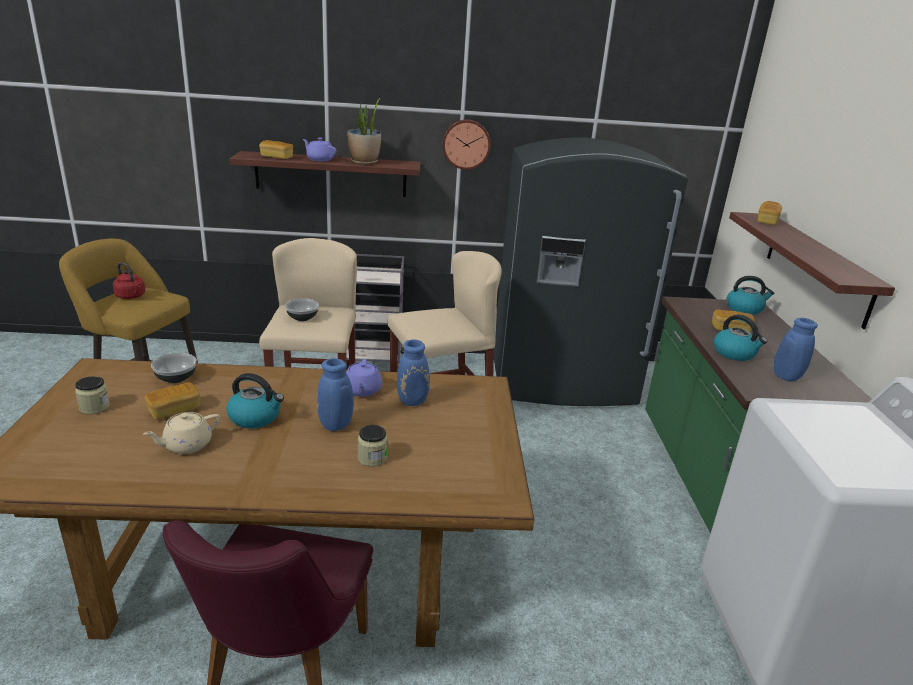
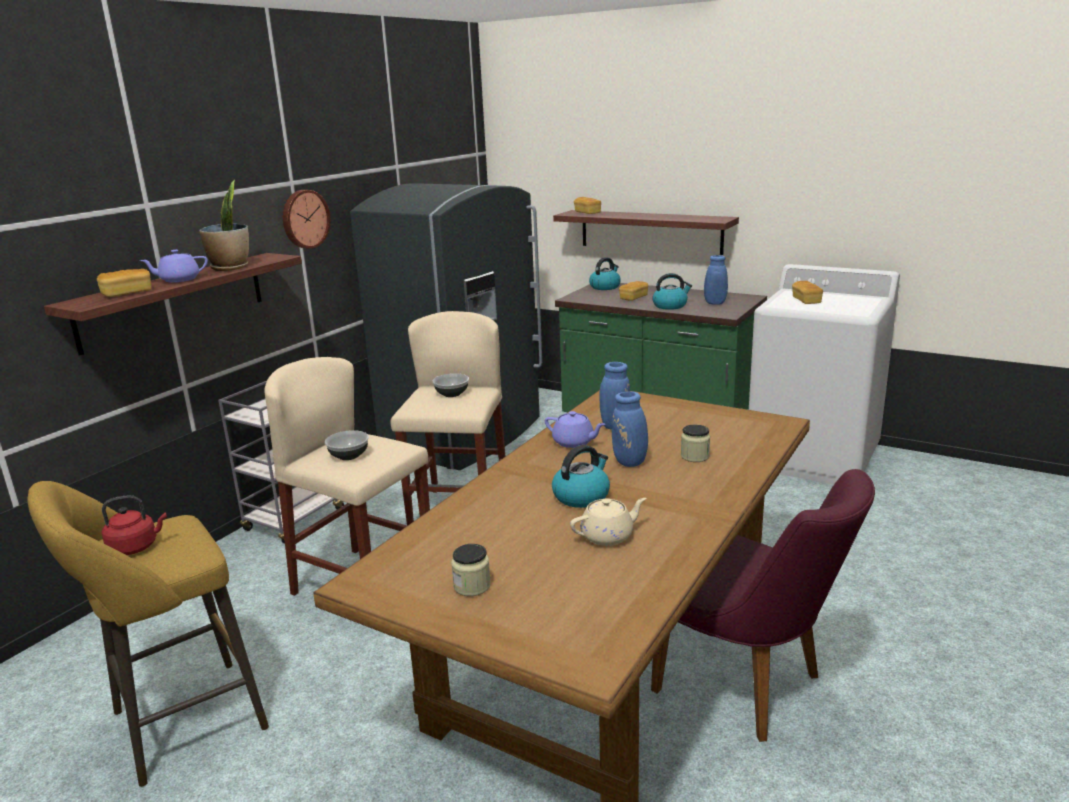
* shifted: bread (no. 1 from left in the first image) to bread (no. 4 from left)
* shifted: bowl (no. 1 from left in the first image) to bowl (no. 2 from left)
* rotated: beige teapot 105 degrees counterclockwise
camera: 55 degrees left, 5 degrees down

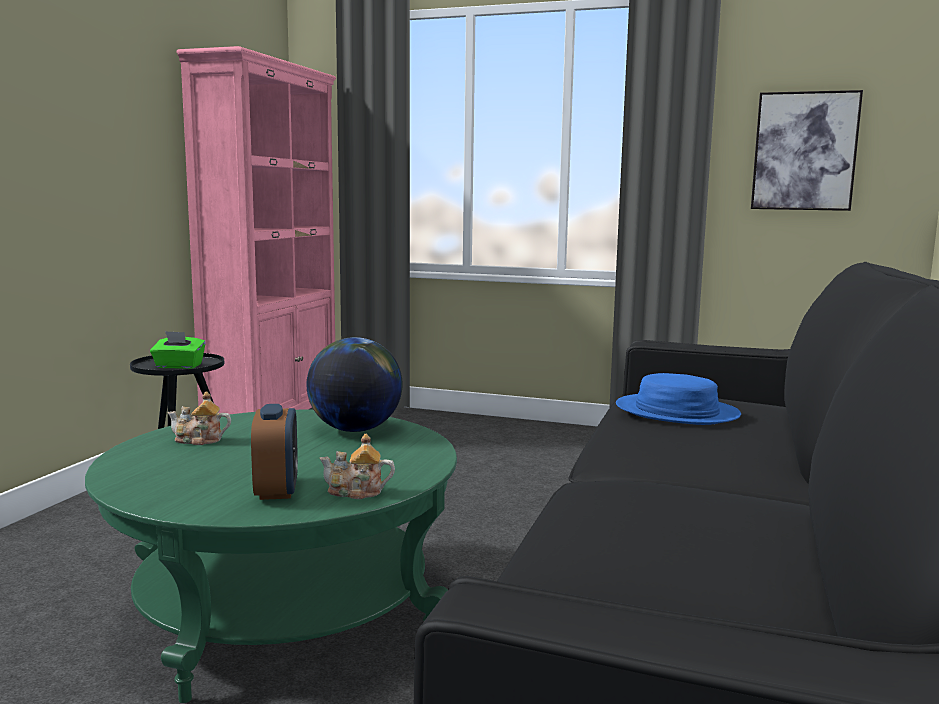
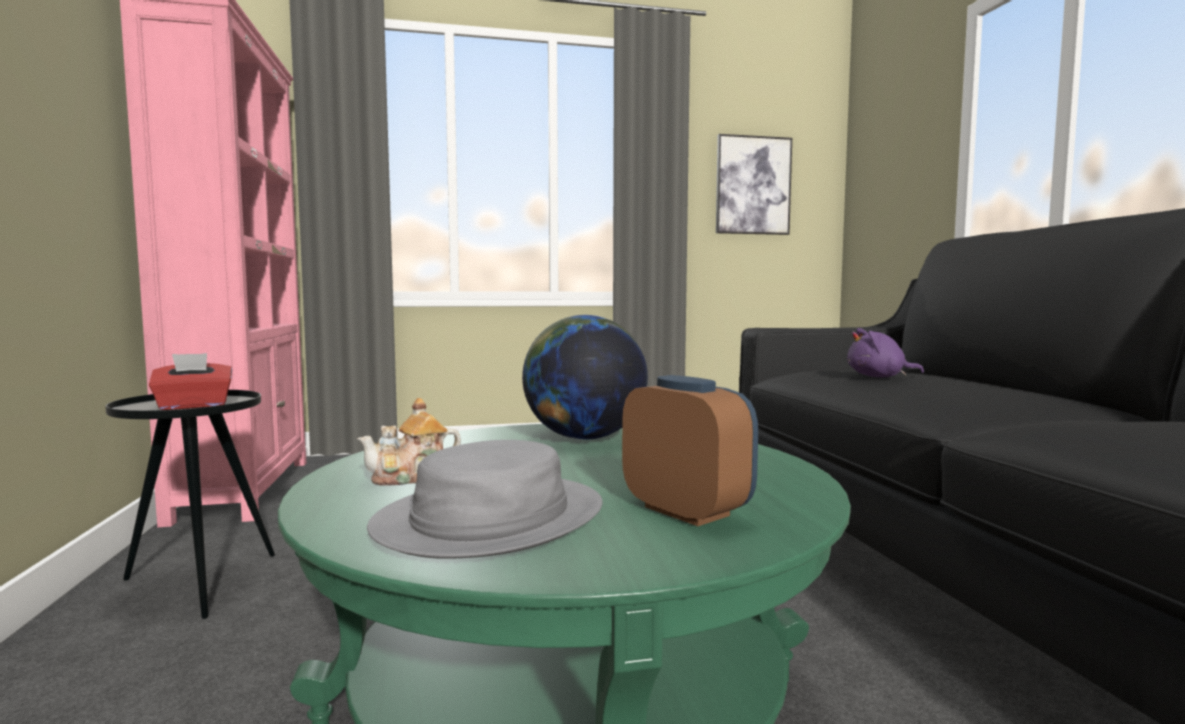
* gone: teapot (no. 2 from left)
* new: grey hat
* swapped: blue hat to purple plush toy
* repainted: green tissue box to red tissue box
camera: 30 degrees left, 5 degrees down

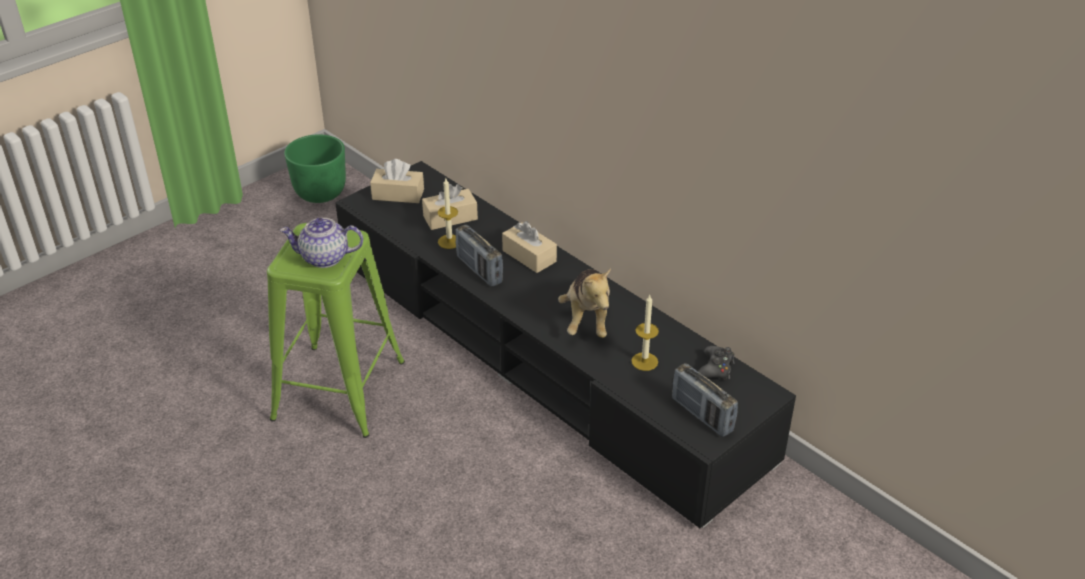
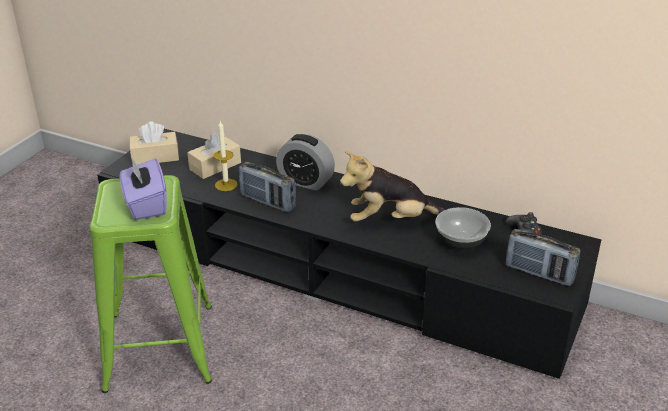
* gone: green planter
* swapped: teapot to purple tissue box
* swapped: beige tissue box (no. 3 from left) to alarm clock
* swapped: candle (no. 2 from left) to bowl
* rotated: plush toy 105 degrees clockwise
camera: 20 degrees left, 5 degrees down

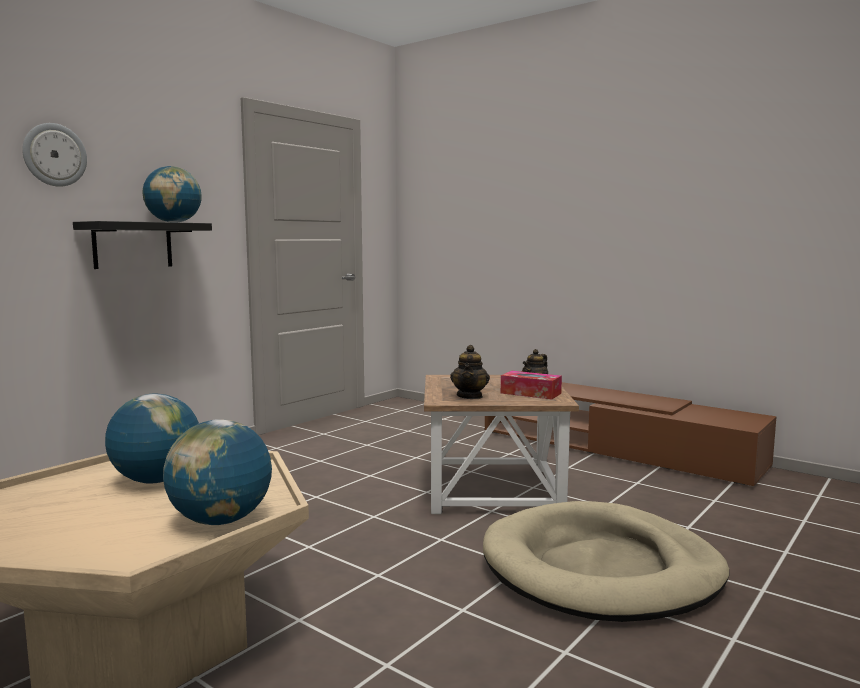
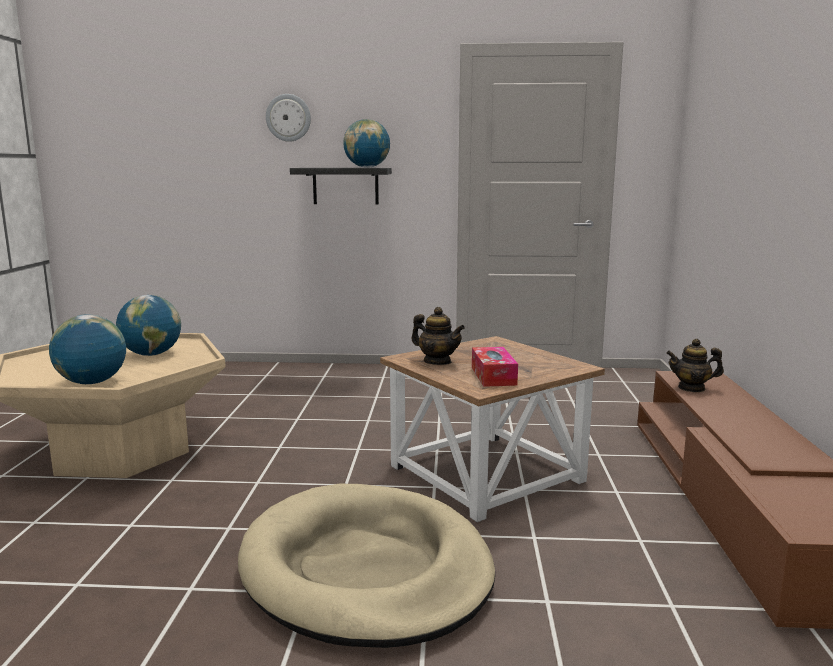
* rotated: teapot (no. 1 from left) 120 degrees counterclockwise
camera: 55 degrees right, 5 degrees up

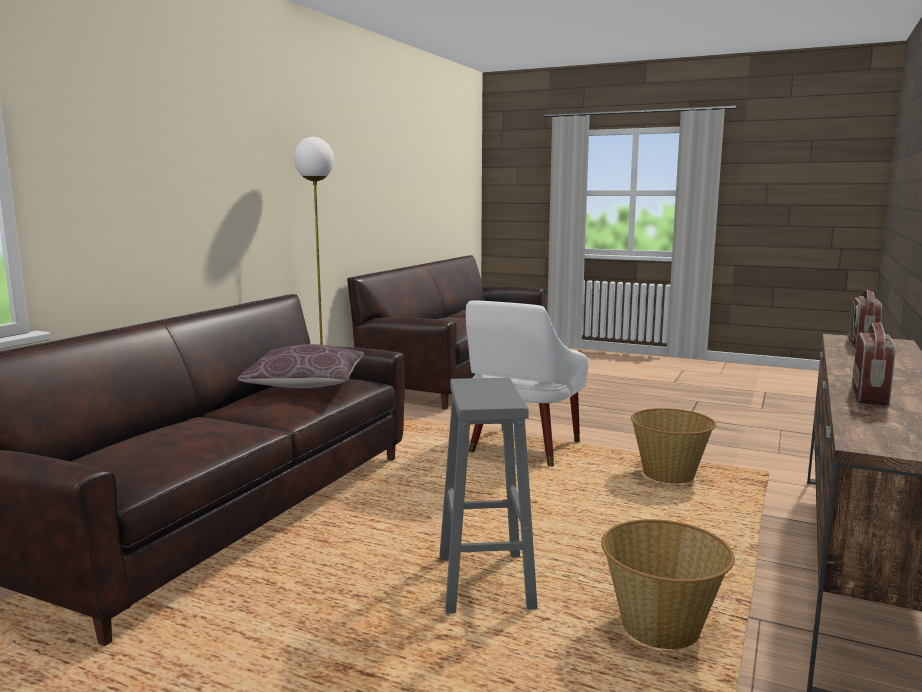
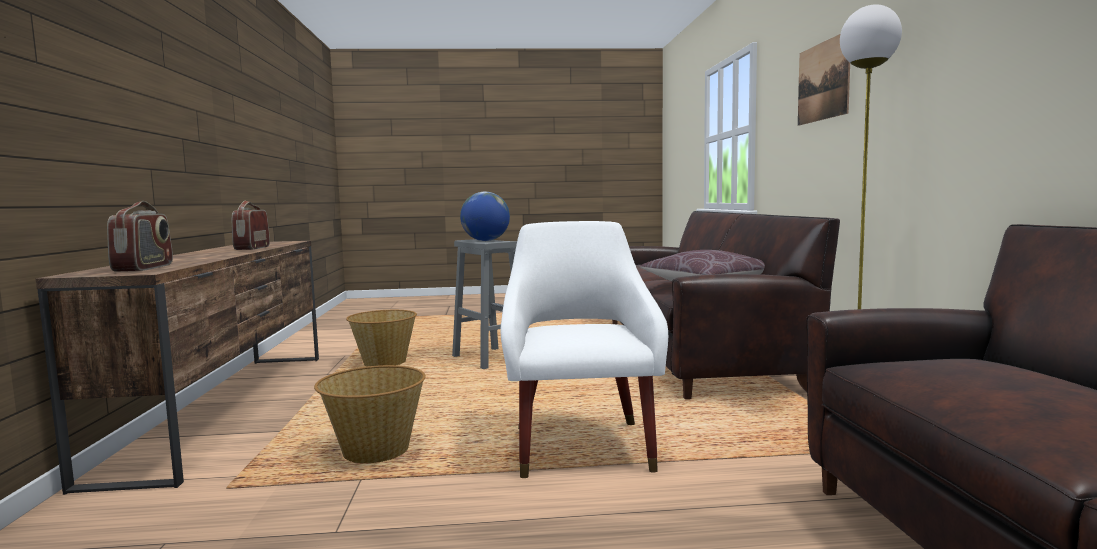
* new: globe
* new: picture
camera: 150 degrees right, 5 degrees down

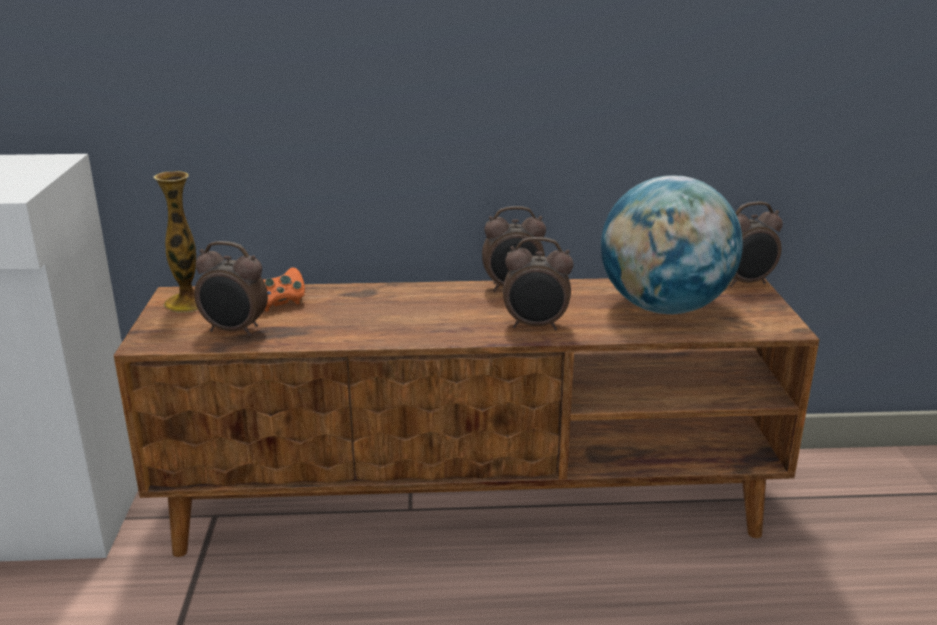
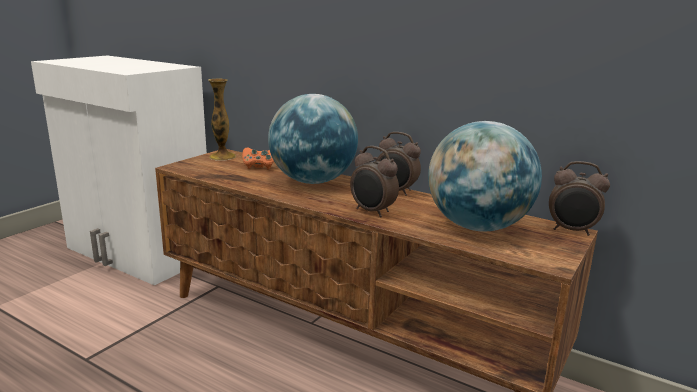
* gone: alarm clock (no. 1 from left)
* new: globe (no. 1 from left)
camera: 35 degrees right, 5 degrees down

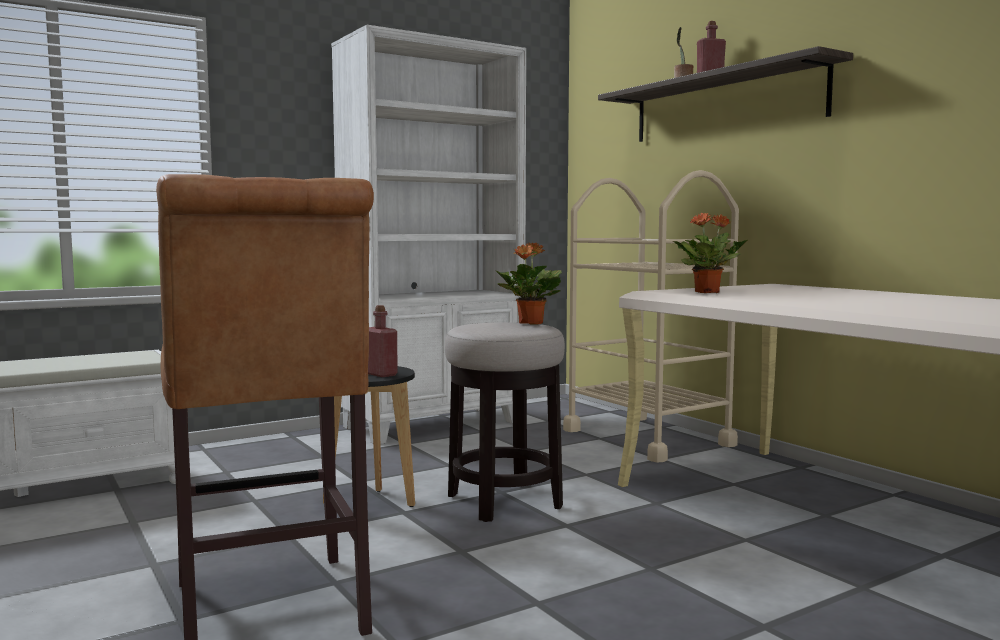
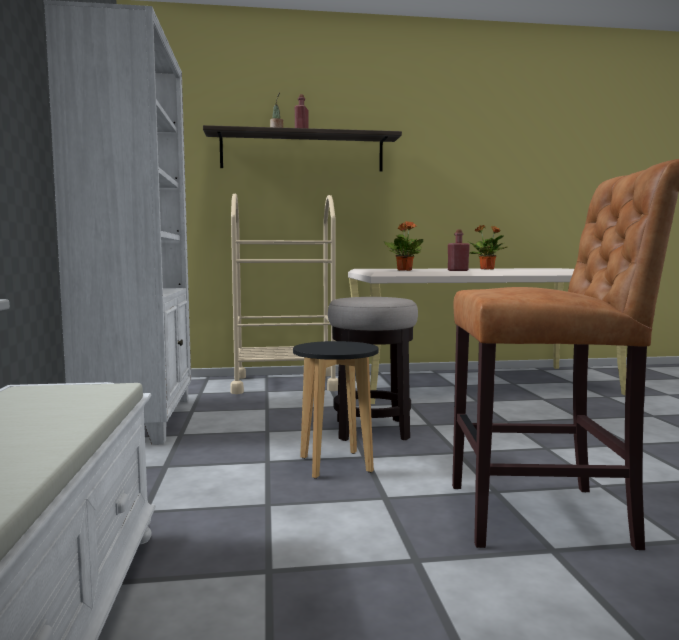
* shifted: red bottle (no. 1 from left in the first image) to red bottle (no. 2 from left)
* shifted: potted plant (no. 1 from left in the first image) to potted plant (no. 3 from left)
camera: 65 degrees left, 0 degrees up

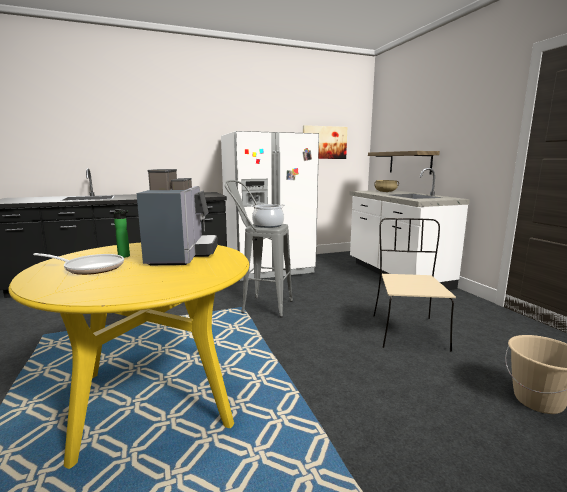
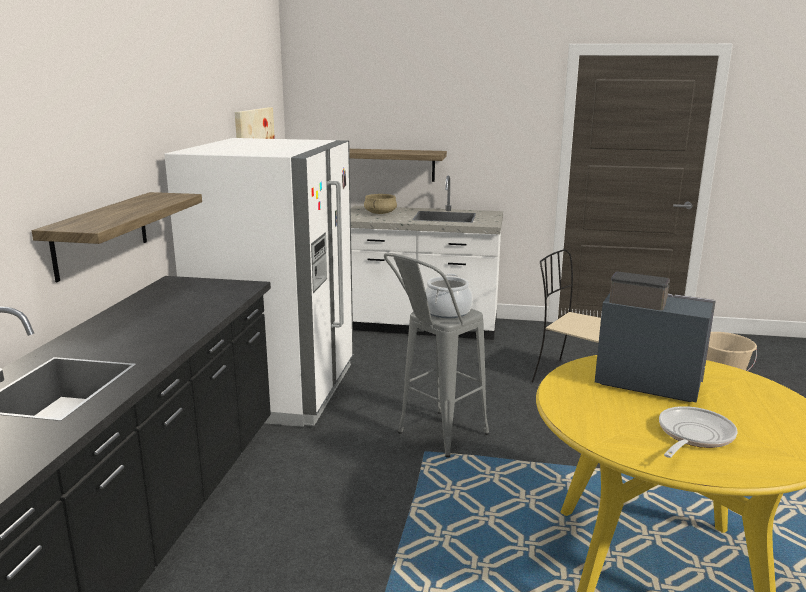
* gone: bottle
* new: shelf (no. 1 from left)
camera: 60 degrees left, 5 degrees up

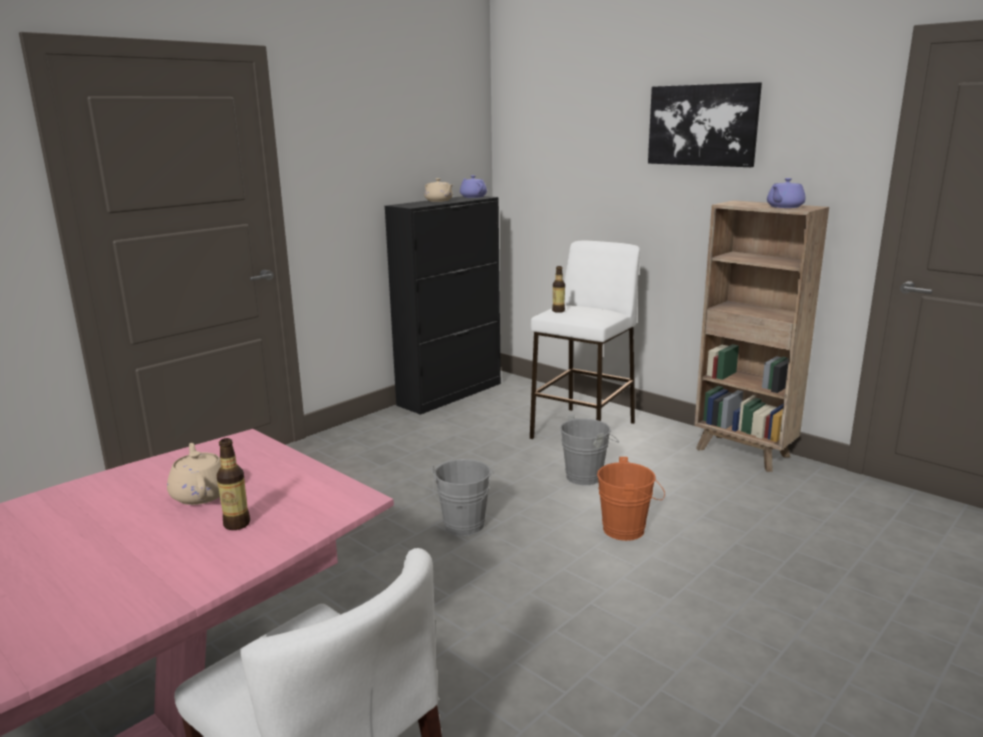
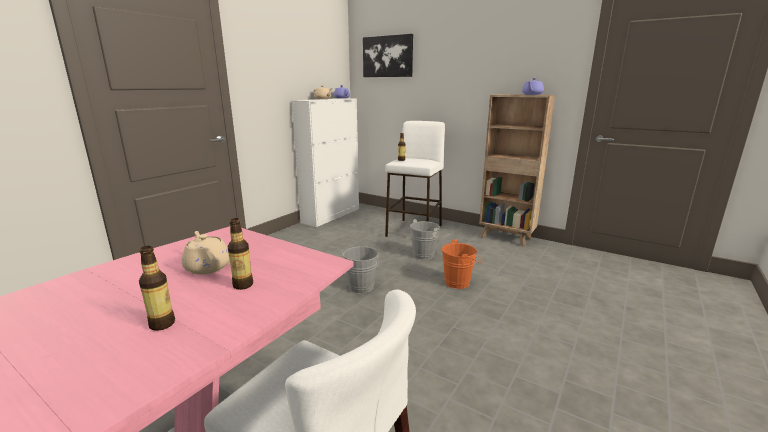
* new: bottle (no. 1 from left)
* shifted: picture
* repainted: black cabinet to white cabinet
camera: 10 degrees left, 0 degrees up

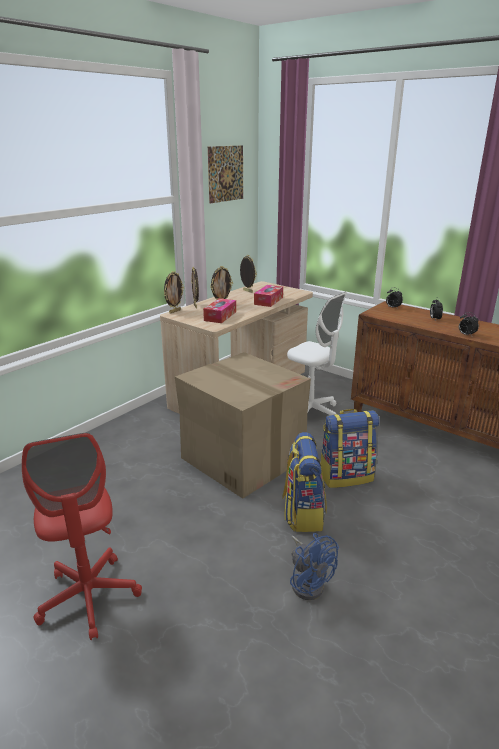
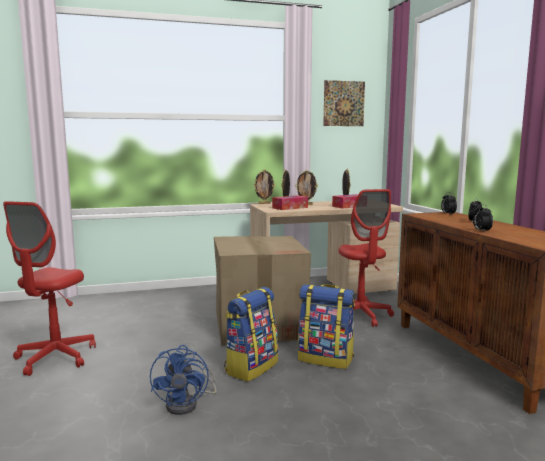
* repainted: white office chair to red office chair (no. 2 from left)
camera: 35 degrees right, 15 degrees down

